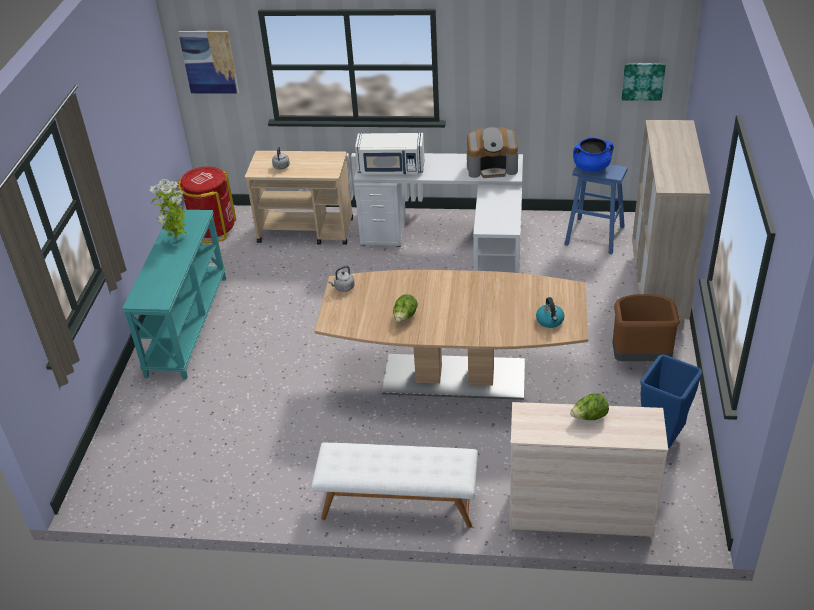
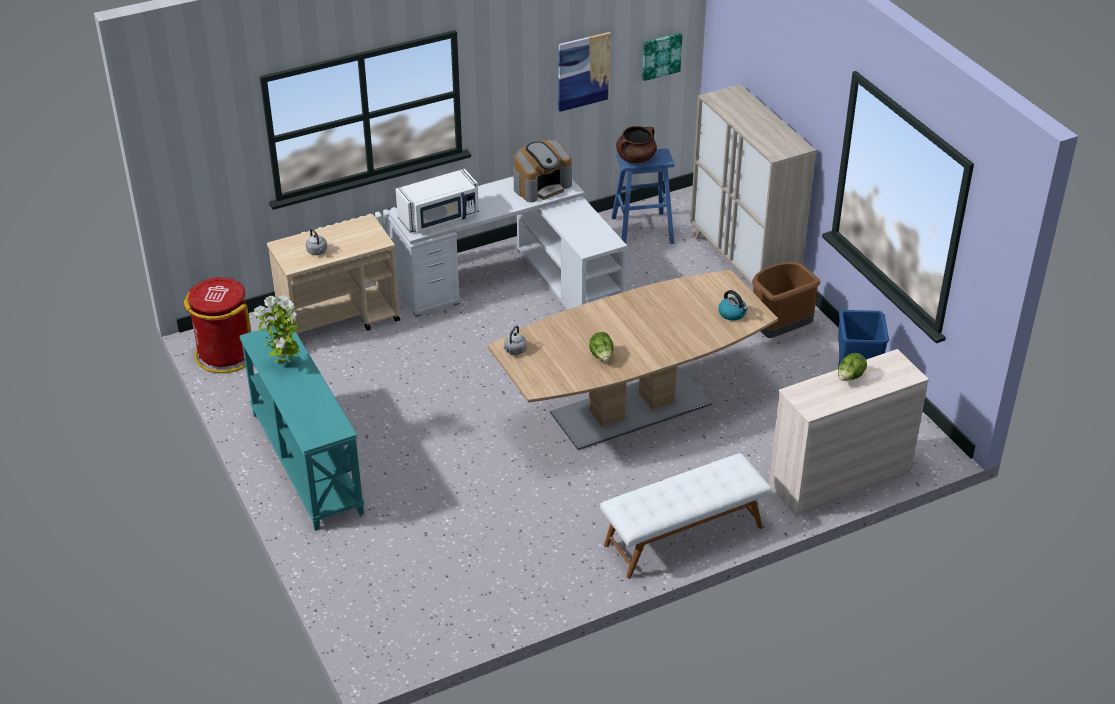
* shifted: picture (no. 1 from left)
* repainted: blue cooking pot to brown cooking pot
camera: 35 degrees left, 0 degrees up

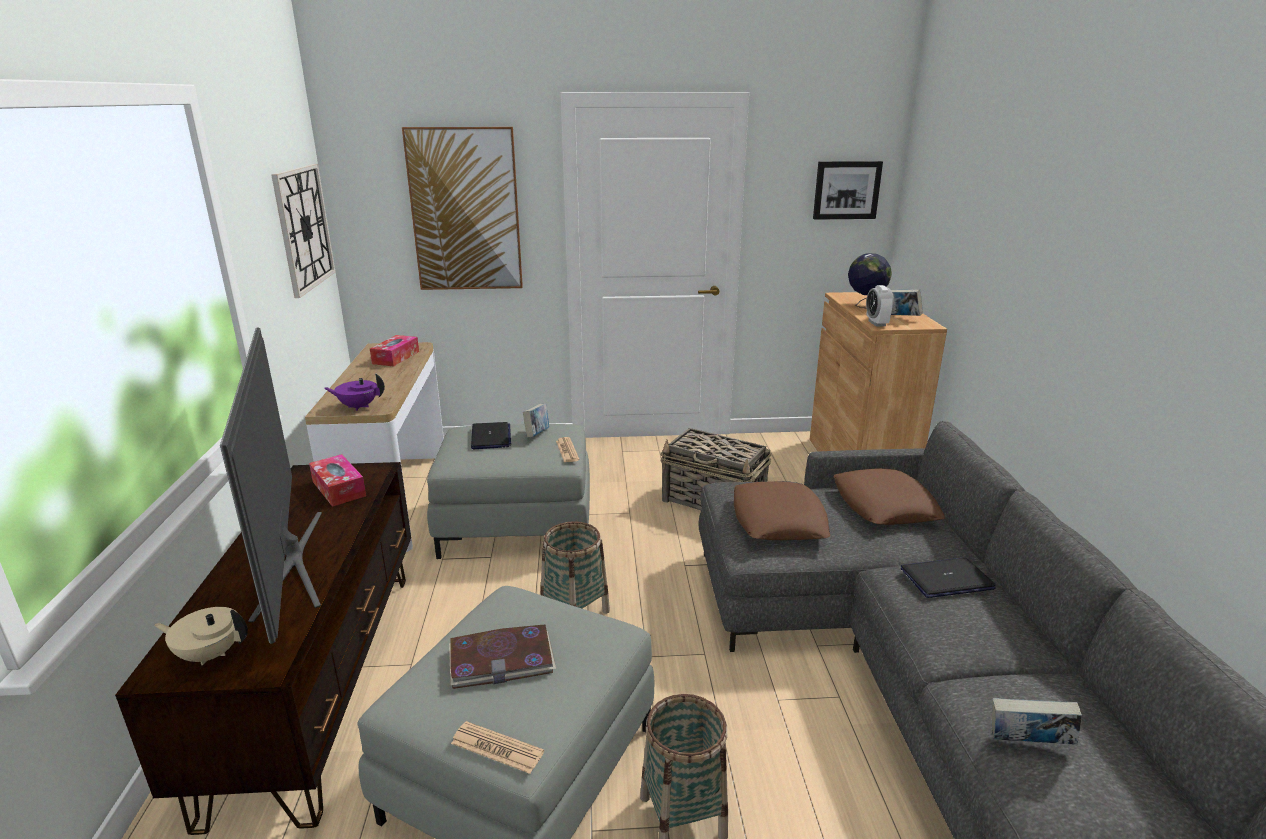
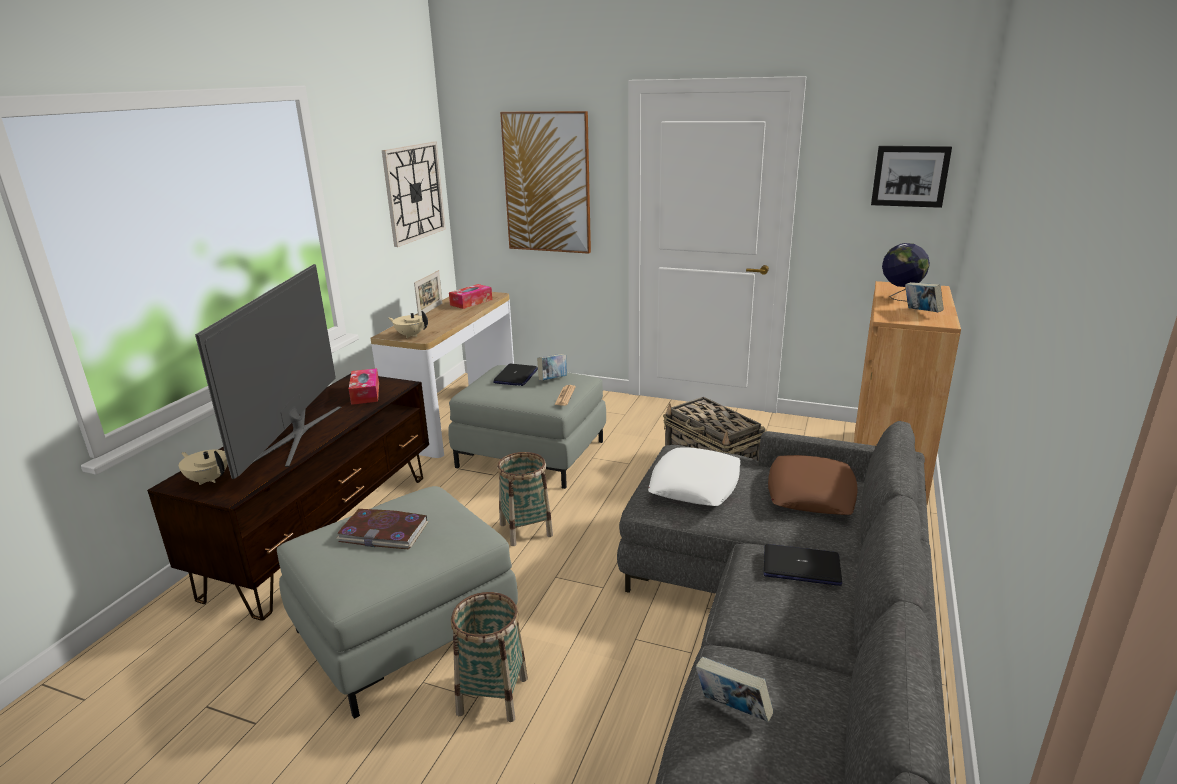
* gone: newspaper (no. 1 from left)
* gone: alarm clock
* new: picture frame
* repainted: purple teapot to beige teapot (no. 2 from left)
* repainted: brown pillow (no. 1 from left) to white pillow
camera: 25 degrees right, 0 degrees up

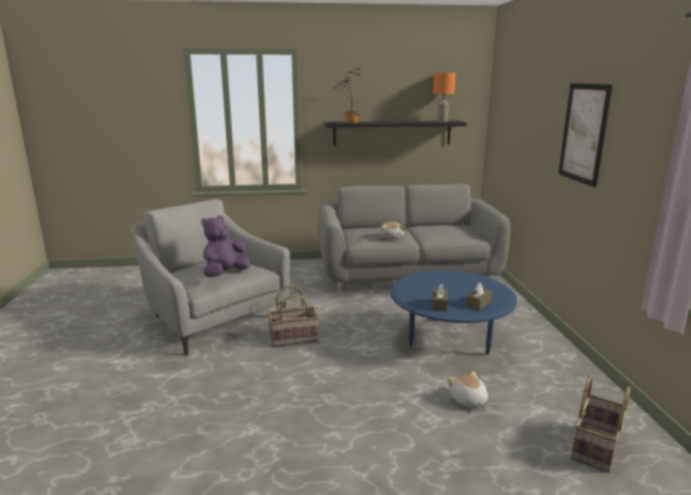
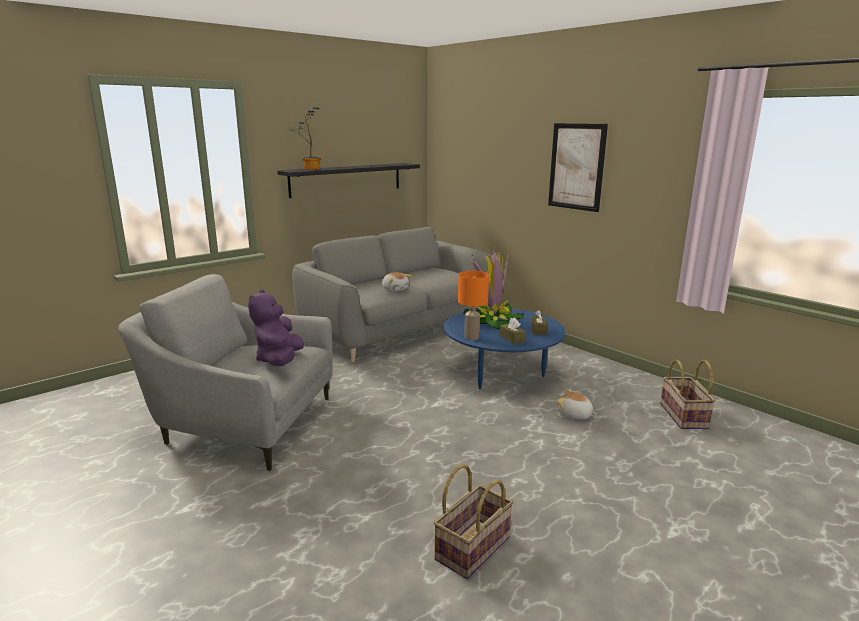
* new: potted plant (no. 2 from left)
* shifted: basket (no. 1 from left)
* shifted: orange table lamp
camera: 35 degrees left, 0 degrees up

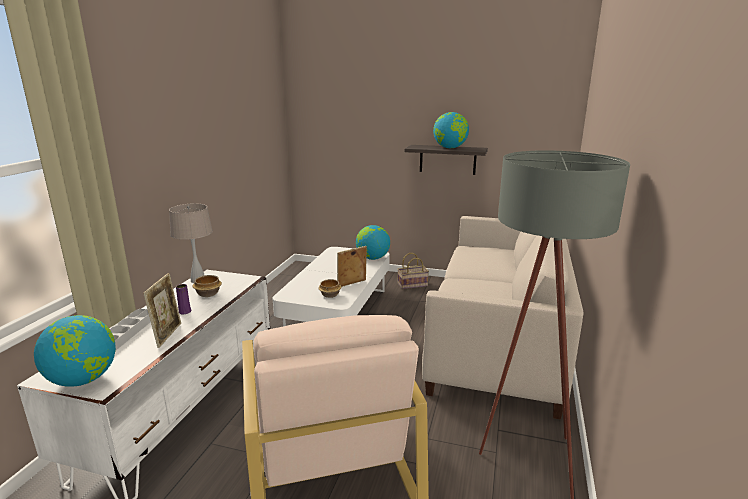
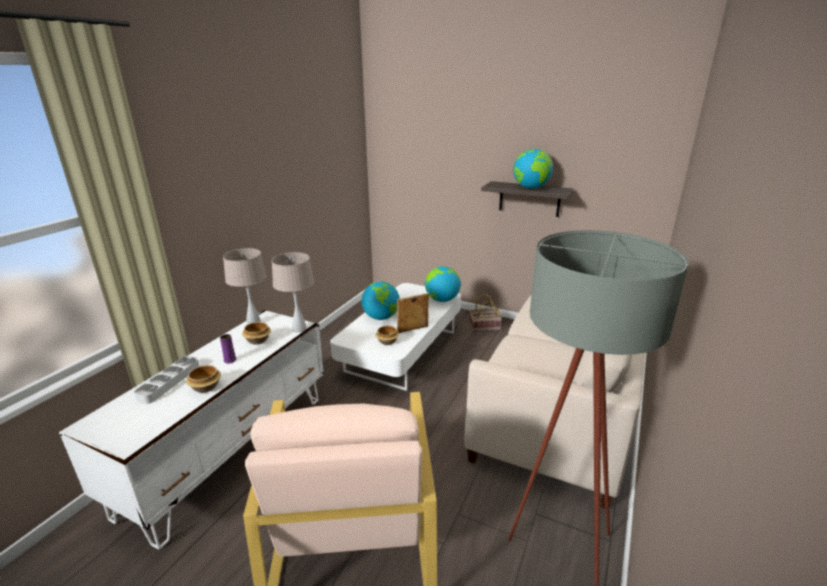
* new: beige table lamp (no. 2 from left)
* shifted: globe (no. 1 from left)
* swapped: picture frame (no. 1 from left) to bowl (no. 1 from left)
camera: 10 degrees right, 5 degrees up

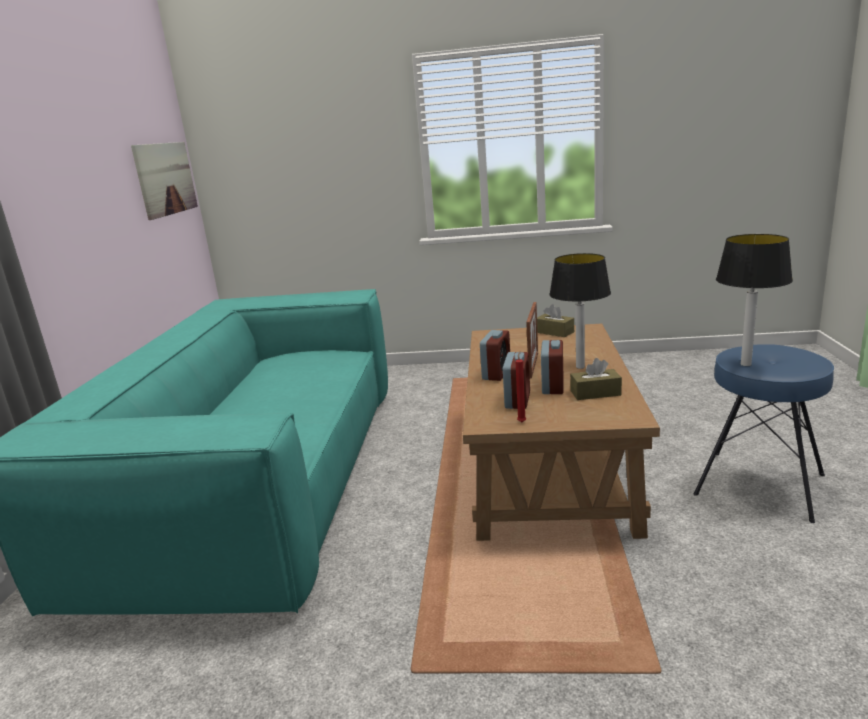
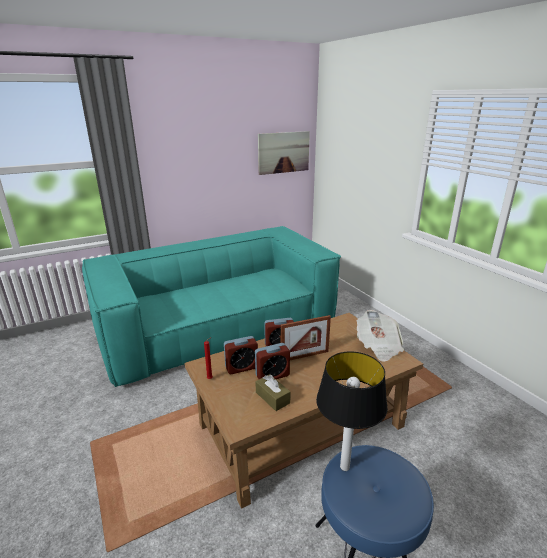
* gone: table lamp (no. 1 from left)
* swapped: brown tissue box (no. 1 from left) to newspaper
camera: 55 degrees right, 5 degrees up

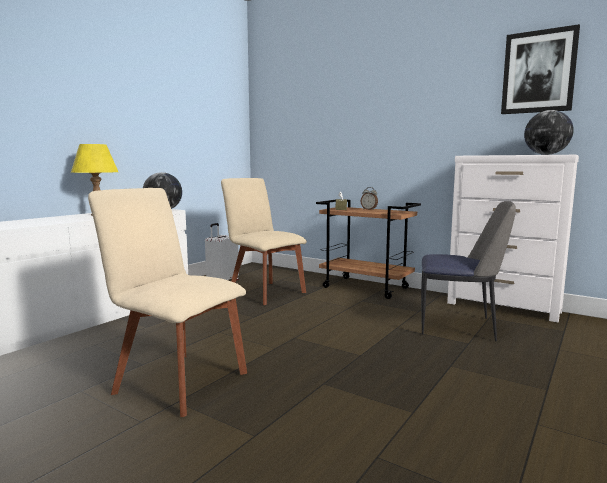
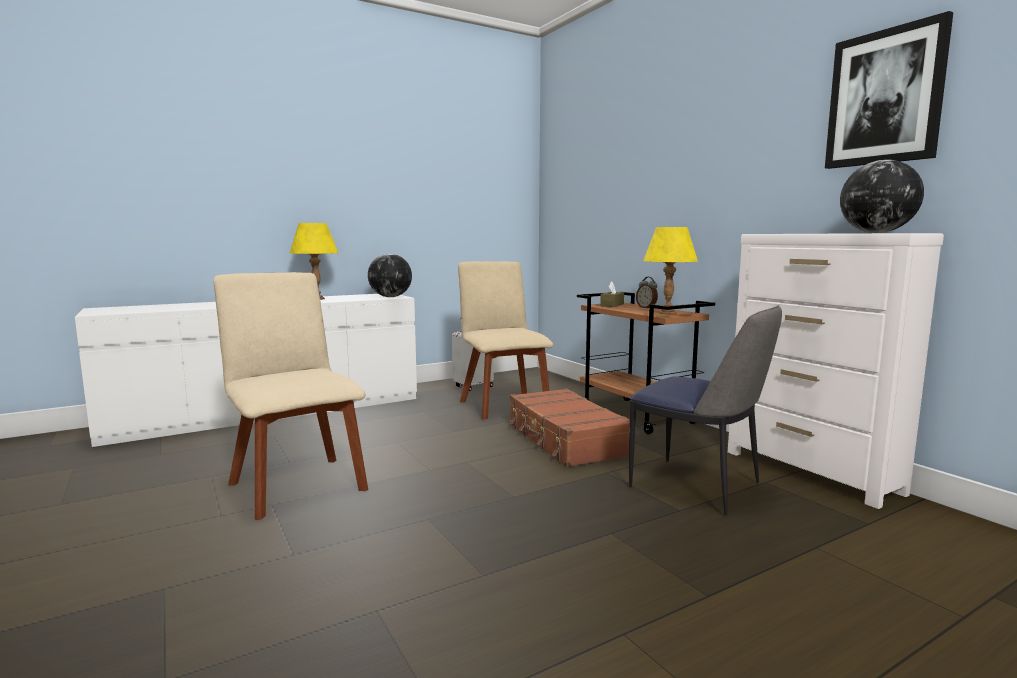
* new: brown suitcase
* new: yellow table lamp (no. 2 from left)
camera: 25 degrees right, 0 degrees up

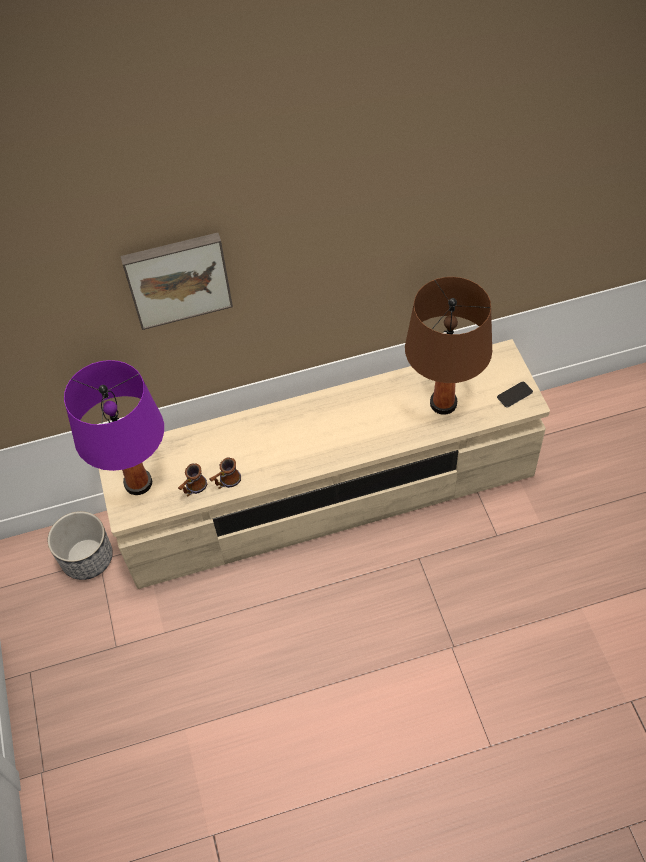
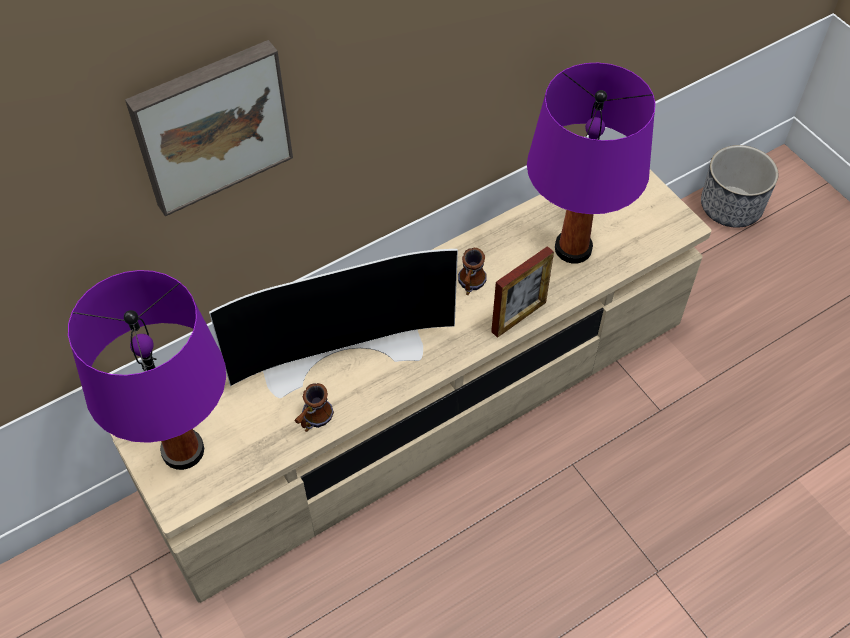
* gone: phone
* new: television
* new: picture frame
* shifted: planter
* shifted: mug (no. 1 from left in the first image) to mug (no. 2 from left)
* repainted: brown table lamp to purple table lamp (no. 2 from left)
camera: 20 degrees left, 0 degrees up

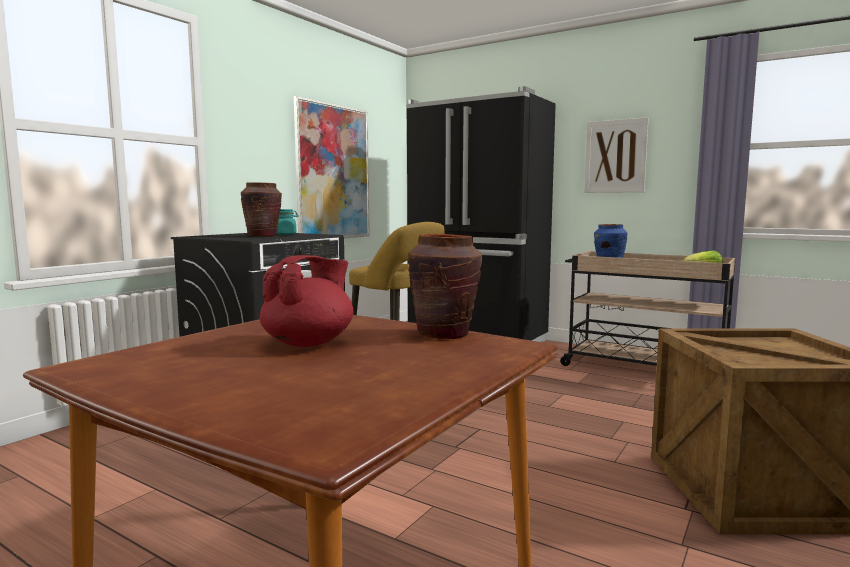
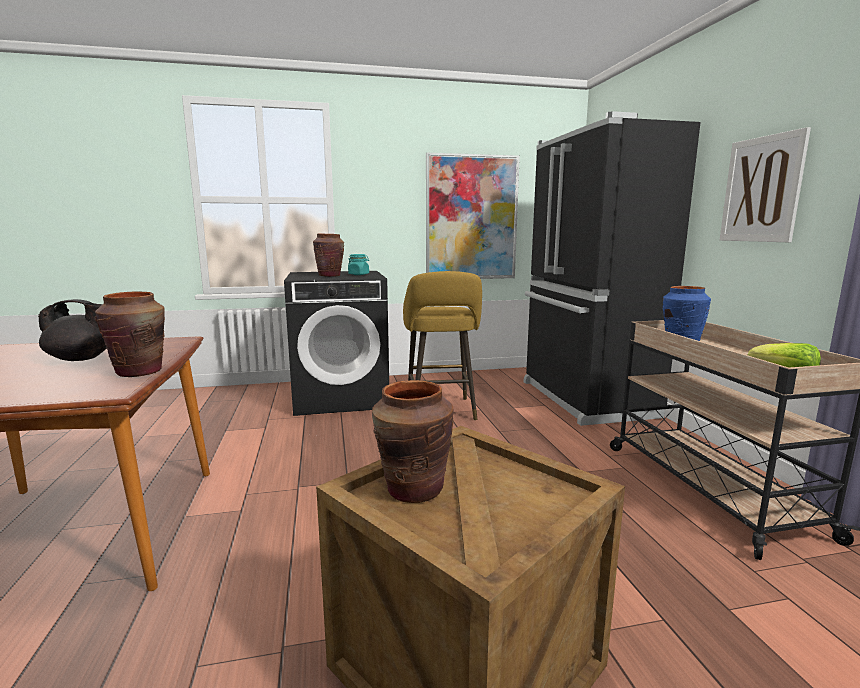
* new: brown vase (no. 3 from left)
* repainted: red teapot to black teapot
camera: 45 degrees right, 5 degrees up

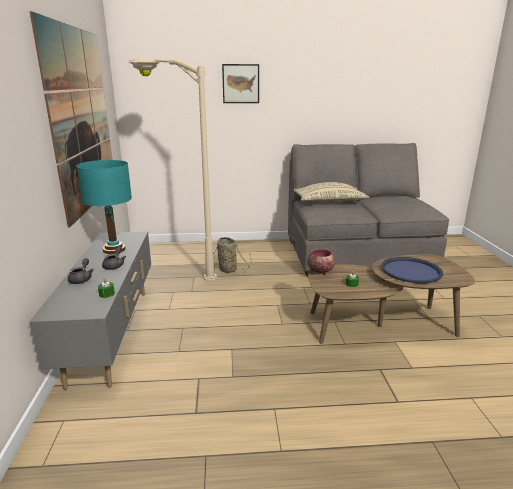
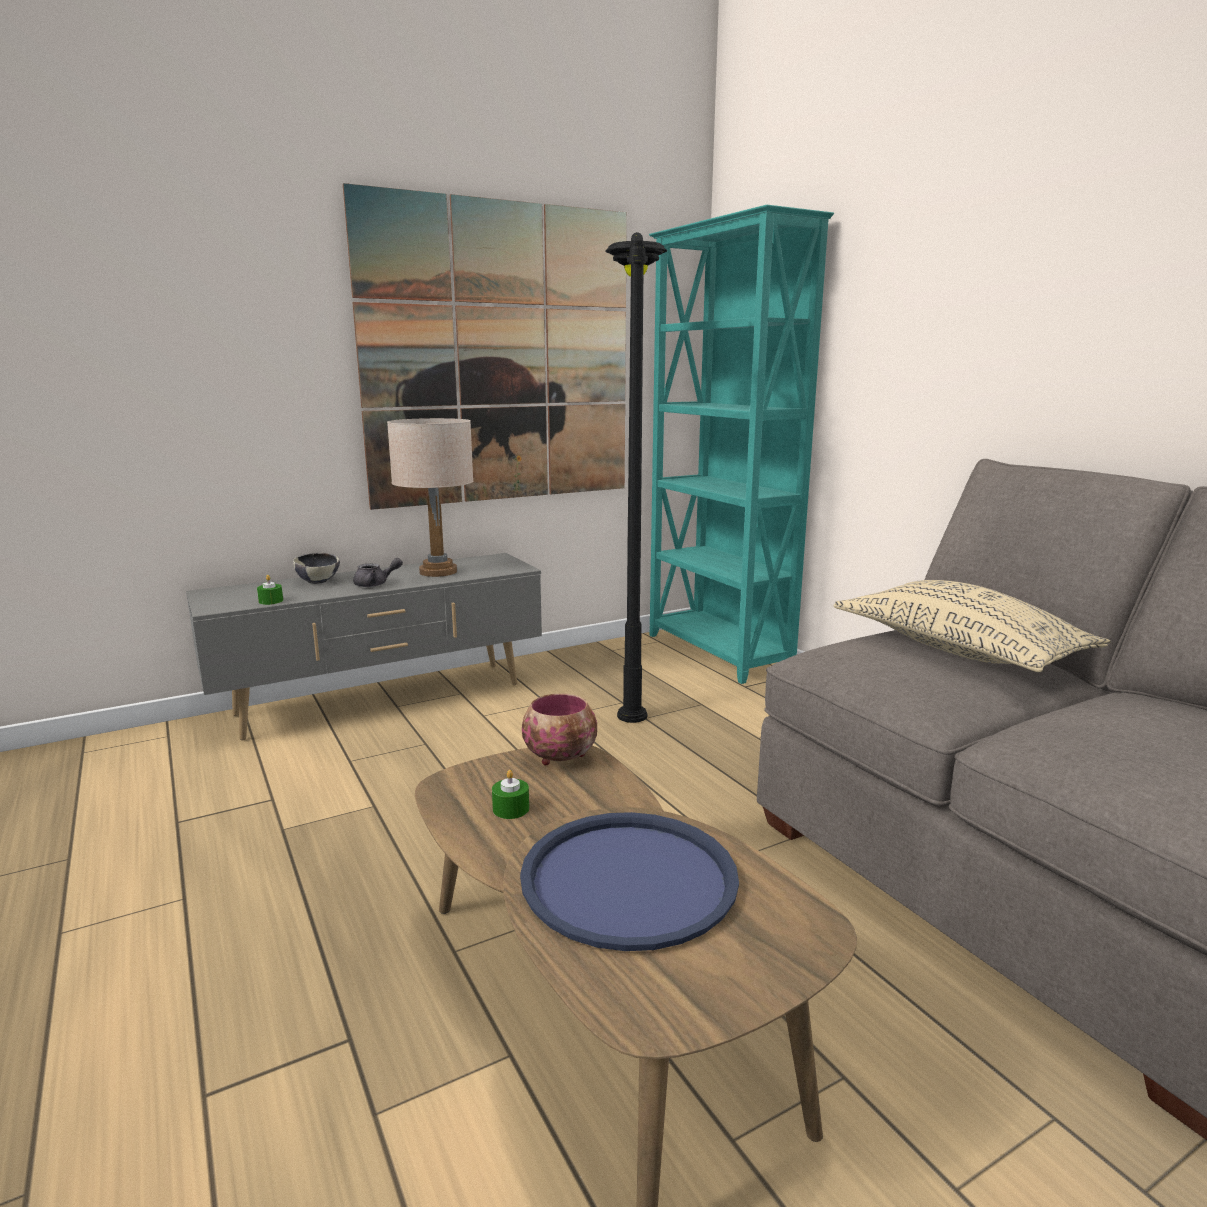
* gone: basket
* gone: picture (no. 2 from left)
* new: turquoise bookcase
* swapped: grey teapot (no. 1 from left) to bowl (no. 1 from left)
* repainted: turquoise table lamp to beige table lamp
* repainted: beige floor lamp to black floor lamp
camera: 65 degrees right, 5 degrees down

